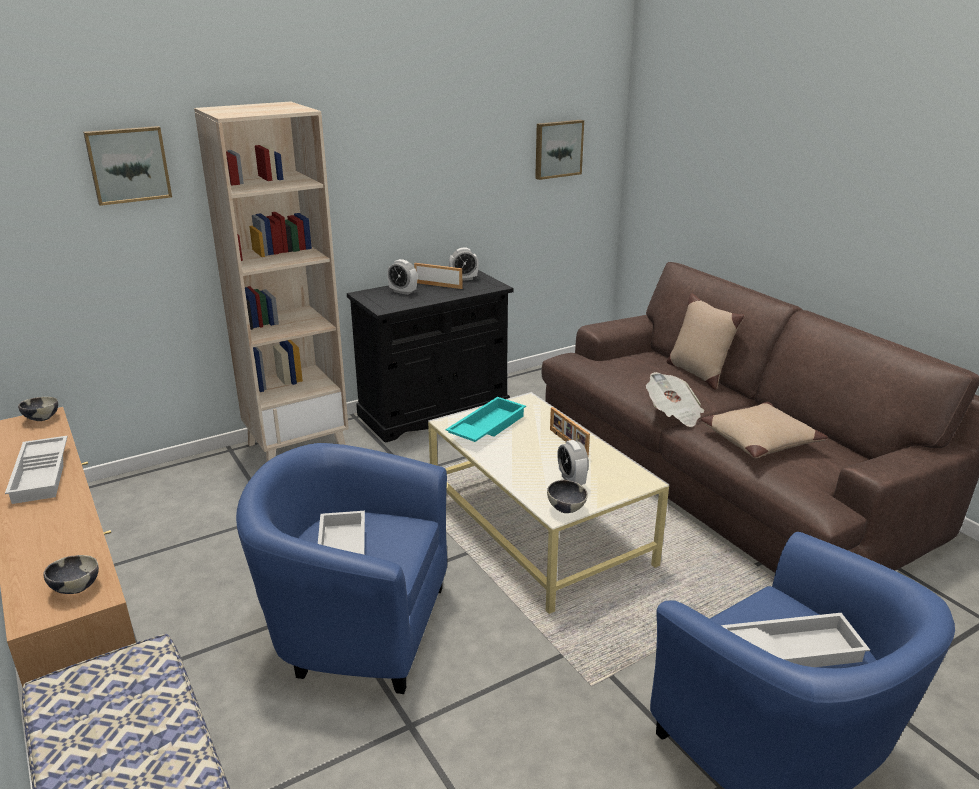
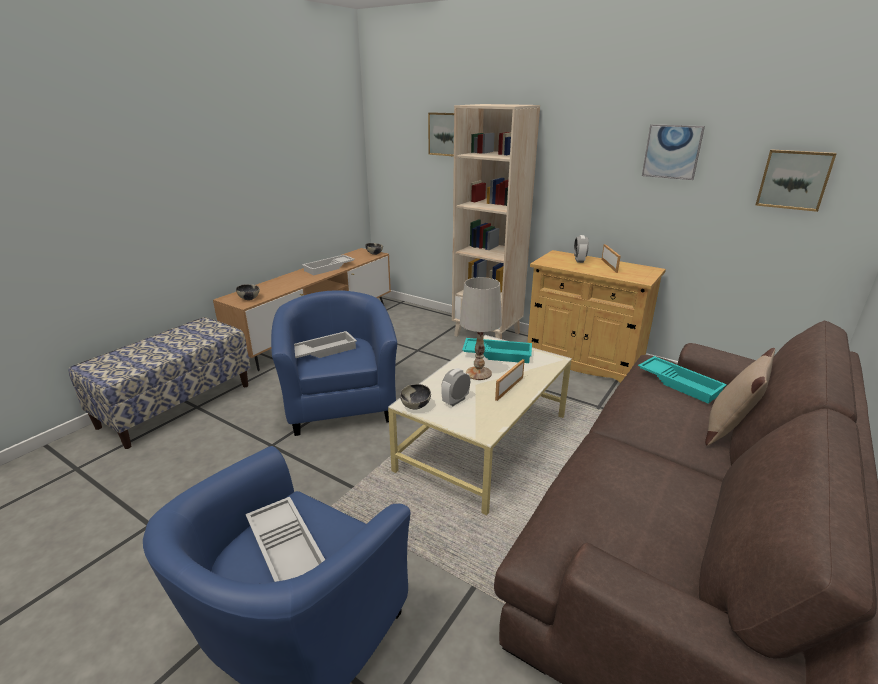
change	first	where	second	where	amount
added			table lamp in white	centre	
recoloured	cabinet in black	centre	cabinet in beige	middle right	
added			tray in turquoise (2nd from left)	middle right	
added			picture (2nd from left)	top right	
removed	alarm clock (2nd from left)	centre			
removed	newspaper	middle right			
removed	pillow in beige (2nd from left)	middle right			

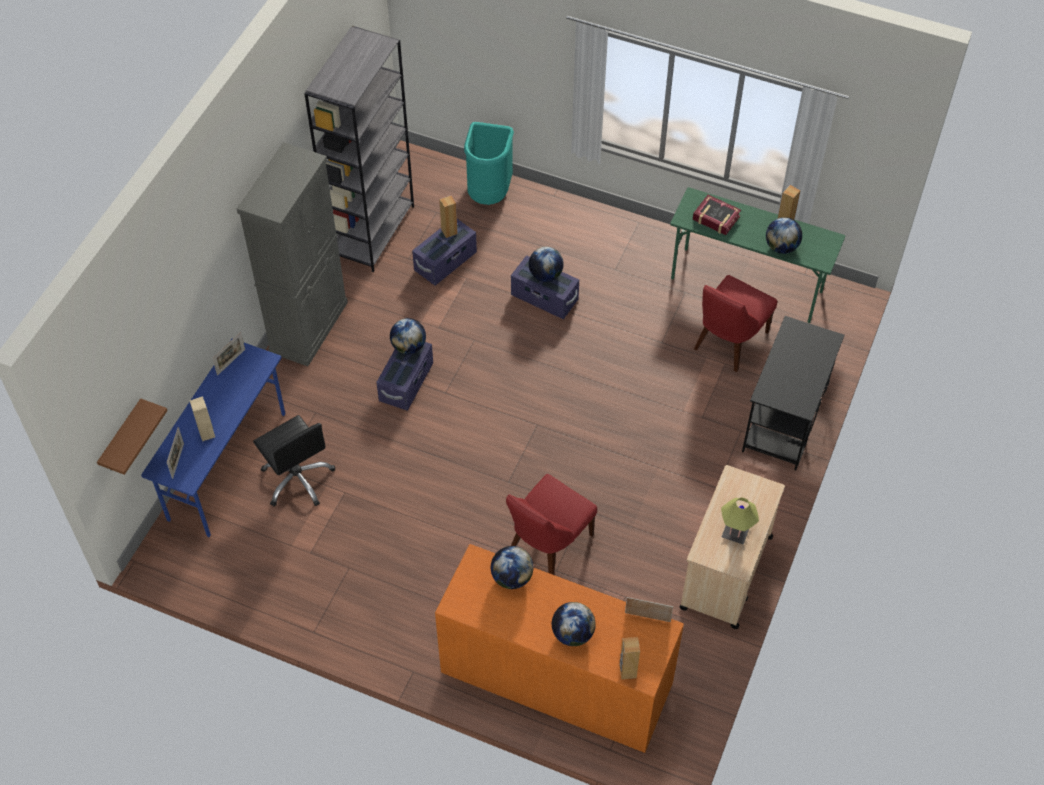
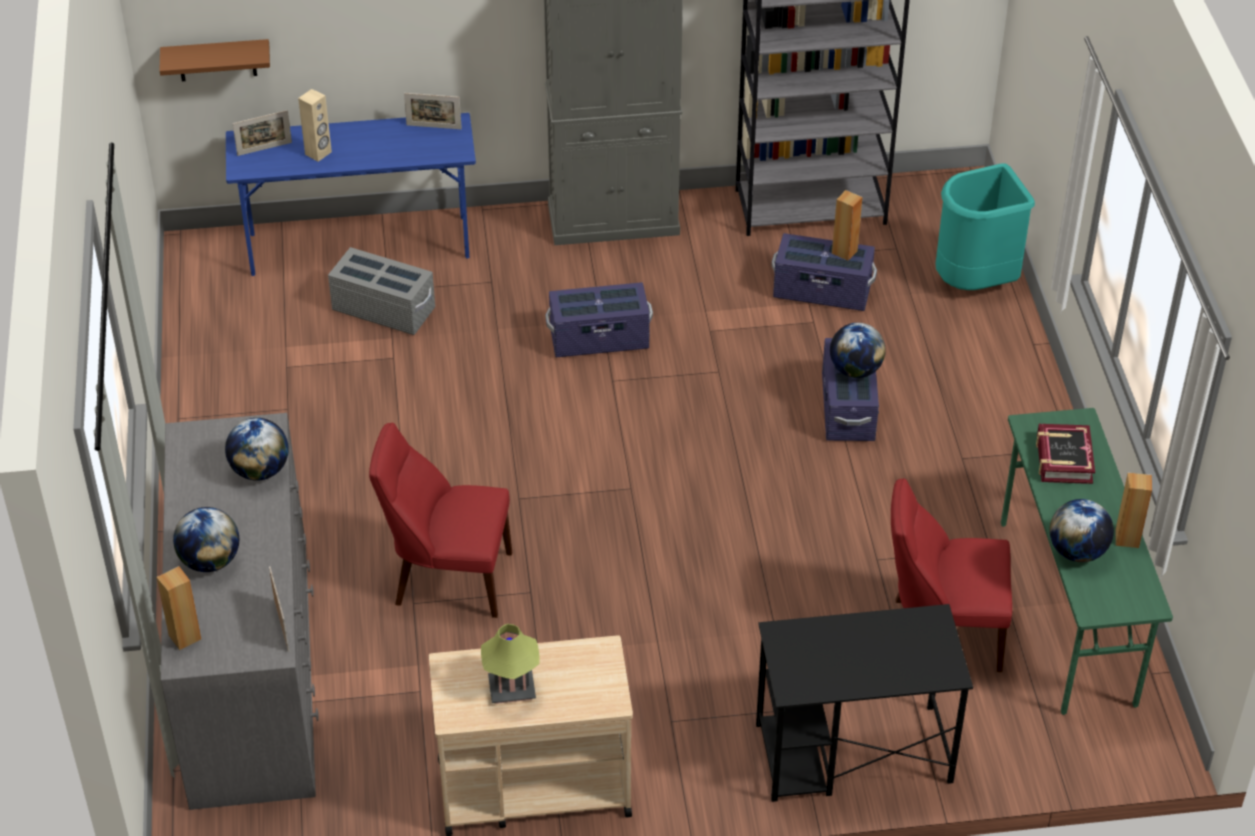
change	first	where	second	where	amount
recoloured	dresser in orange	bottom centre	dresser in grey	bottom left	
replaced	office chair in black	middle left	storage box in grey	middle left	
removed	globe (1st from left)	centre			

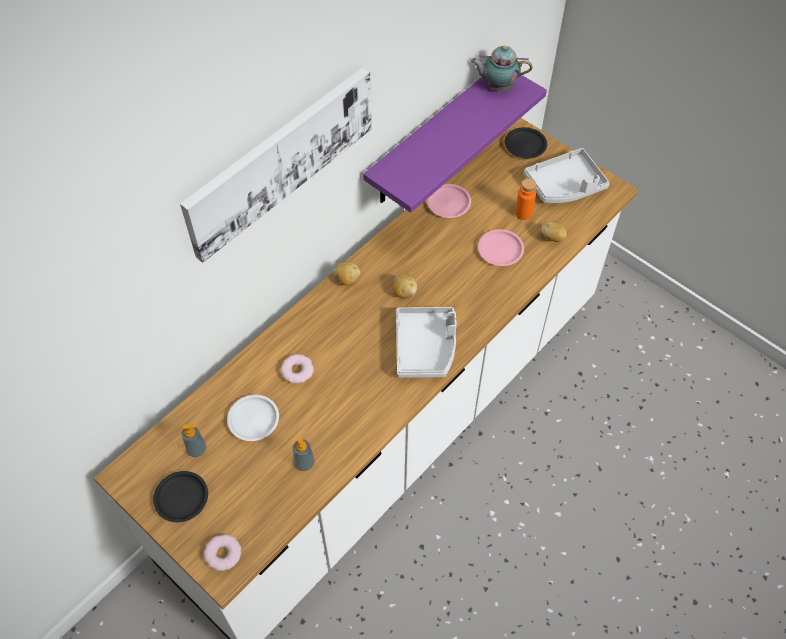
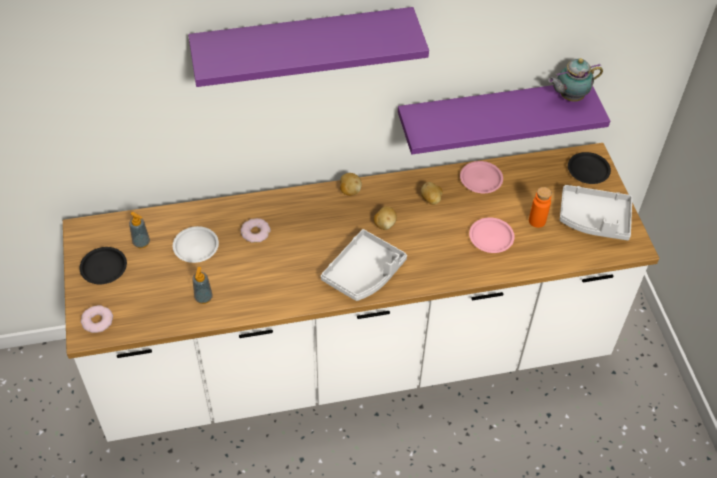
change	first	where	second	where	amount
replaced	picture	top centre	shelf in purple (1st from left)	top centre	
moved	potato (3rd from left)	middle right		centre	
turned	teapot	top centre		top right	60 degrees counterclockwise

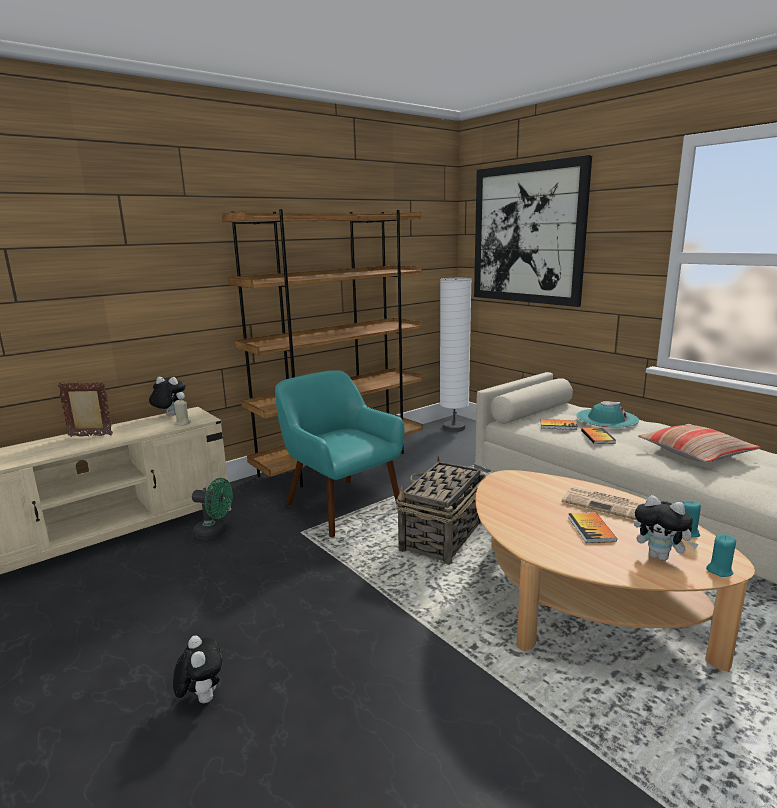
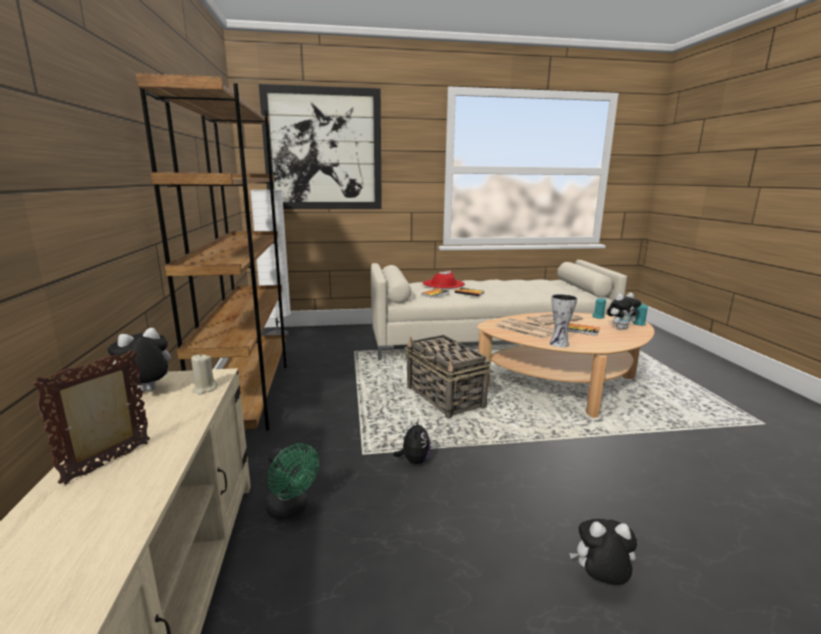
change	first	where	second	where	amount
turned	fan in green	middle left		bottom centre	90 degrees clockwise
added			plush toy (2nd from left)	bottom centre	
recoloured	hat in turquoise	middle right	hat in red	centre	
added			newspaper (1st from left)	centre	
added			vase	middle right	
removed	armchair in turquoise	centre			
removed	pillow	middle right			

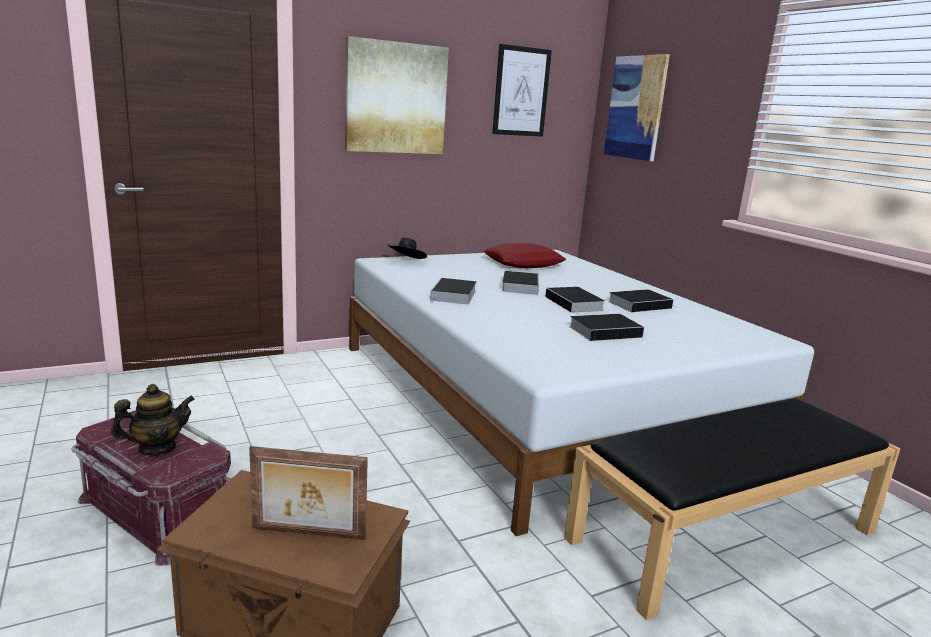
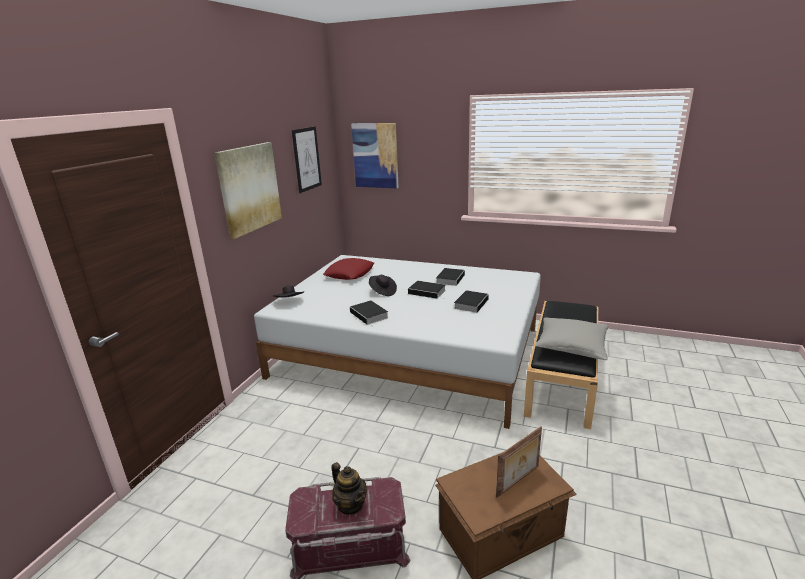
change	first	where	second	where	amount
turned	teapot	middle left		bottom centre	120 degrees clockwise
replaced	book (2nd from left)	centre	hat in black (2nd from left)	centre	
added			pillow in grey	middle right	

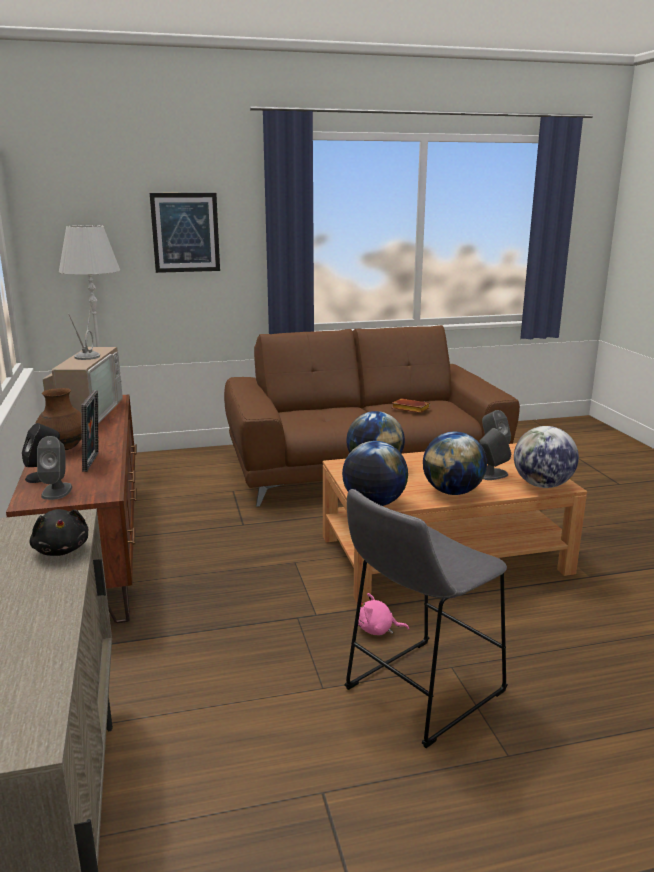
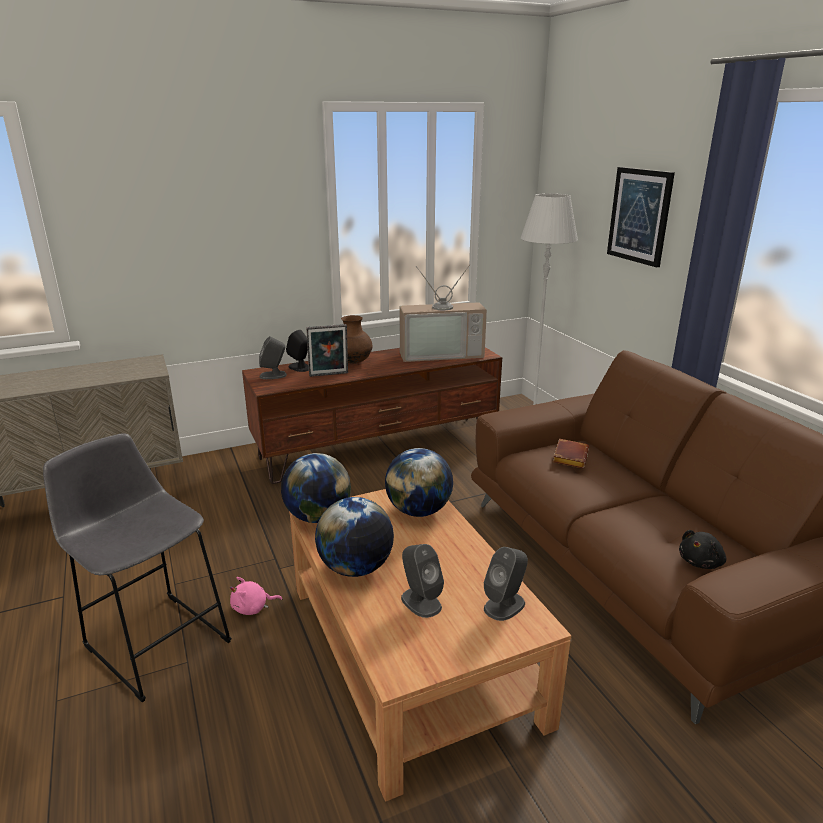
change	first	where	second	where	amount
turned	plush toy in pink	bottom centre		bottom left	105 degrees counterclockwise
moved	book in brown	centre		middle right	
moved	plush toy in black	middle left		bottom right	
removed	globe (4th from left)	middle right			

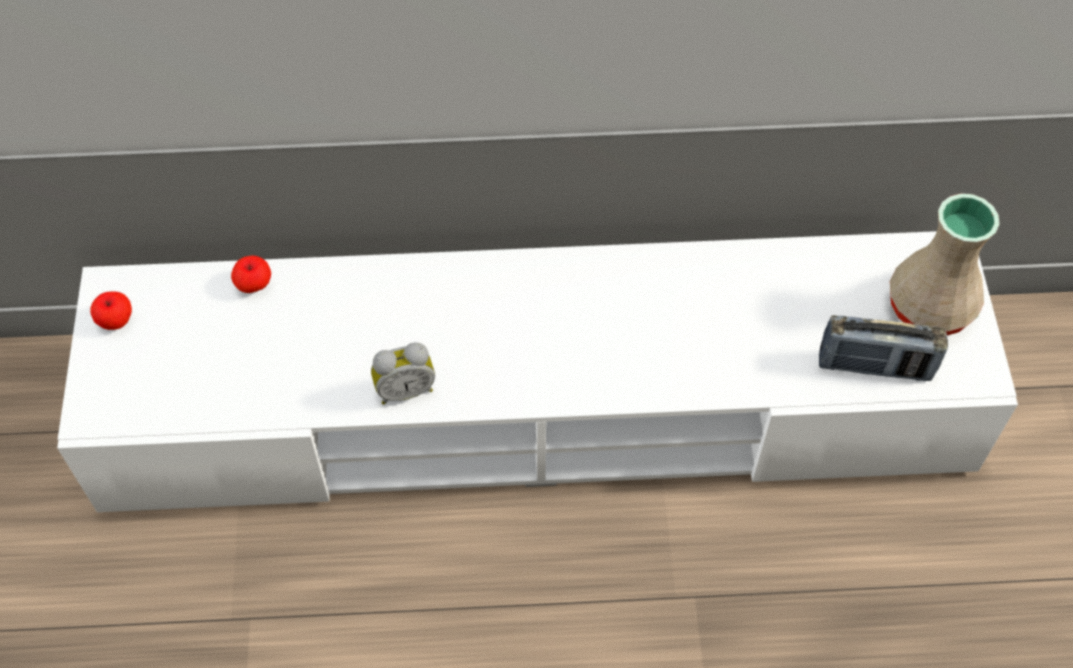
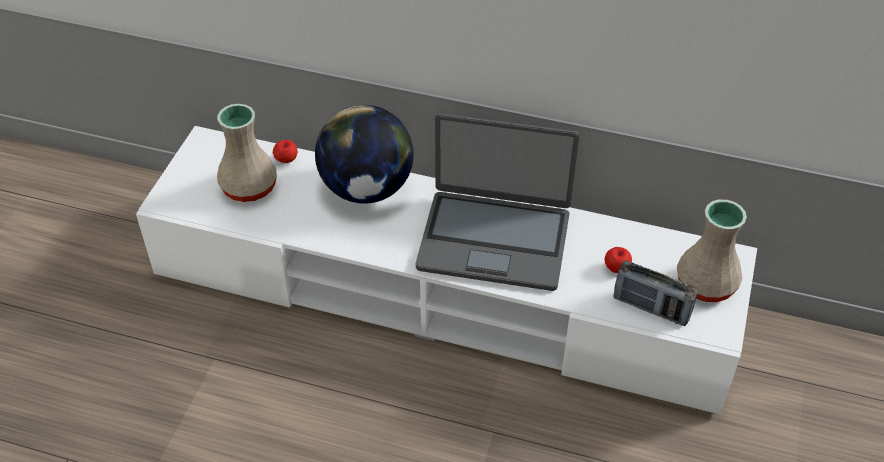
change	first	where	second	where	amount
added			vase in beige (1st from left)	top left	
added			globe	centre	
added			laptop	centre	
moved	apple (1st from left in the first image)	middle left	apple (2nd from left)	middle right	
removed	alarm clock	centre			

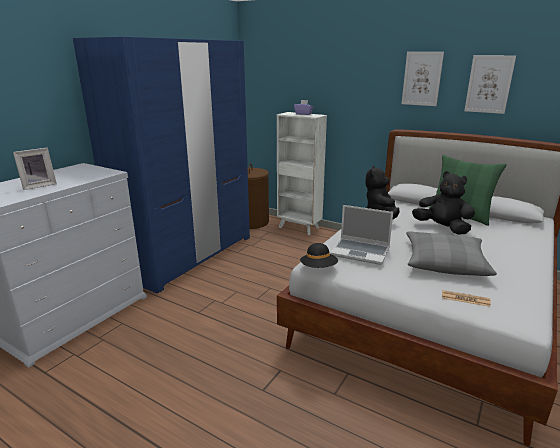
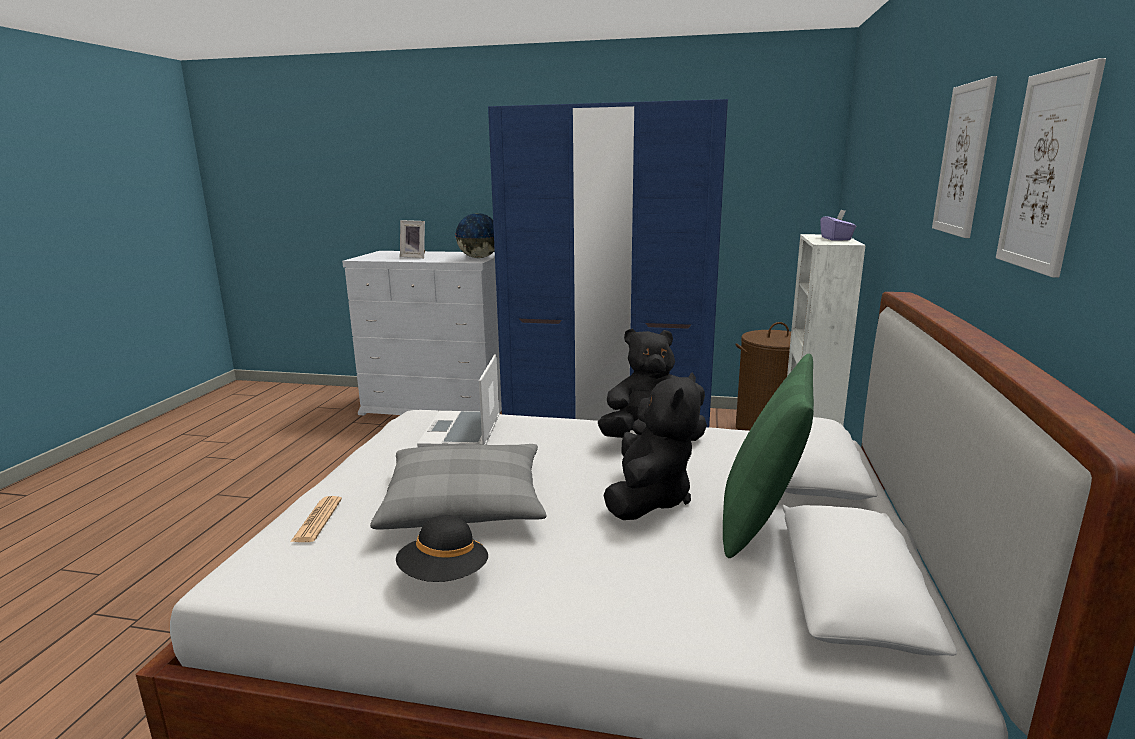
change	first	where	second	where	amount
moved	hat in black	centre		bottom centre	
added			globe	top centre	

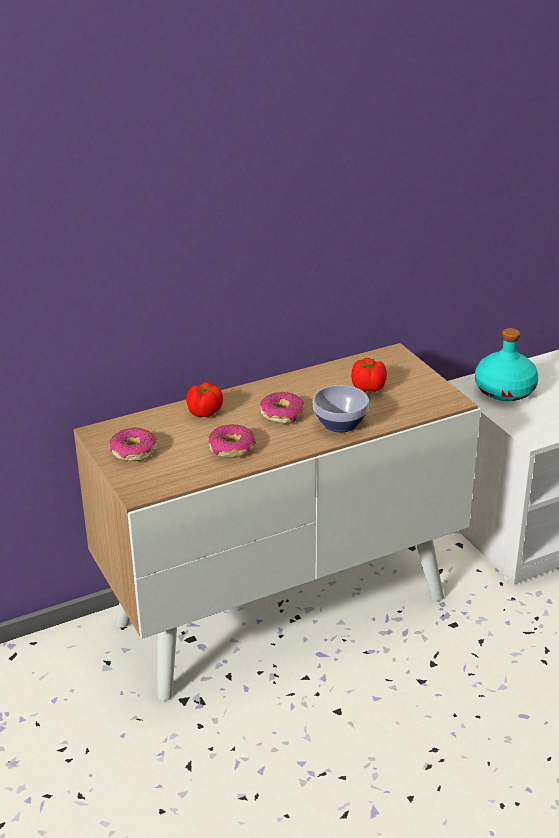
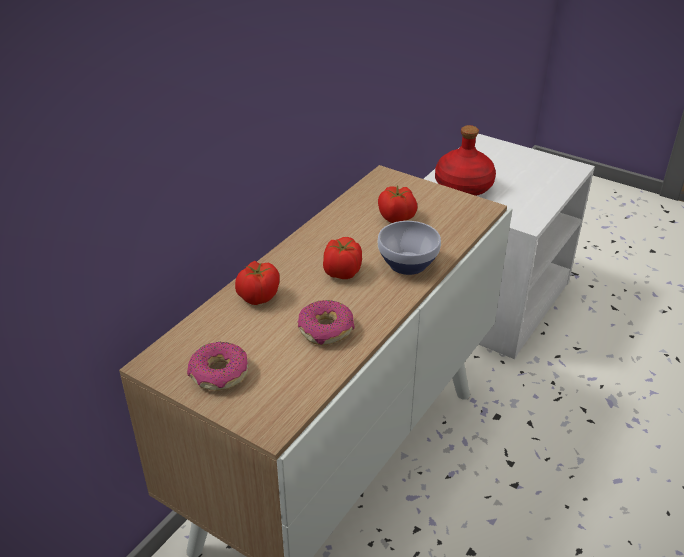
change	first	where	second	where	amount
replaced	donut (3rd from left)	centre	tomato (2nd from left)	centre	
recoloured	bottle in turquoise	middle right	bottle in red	top right	

